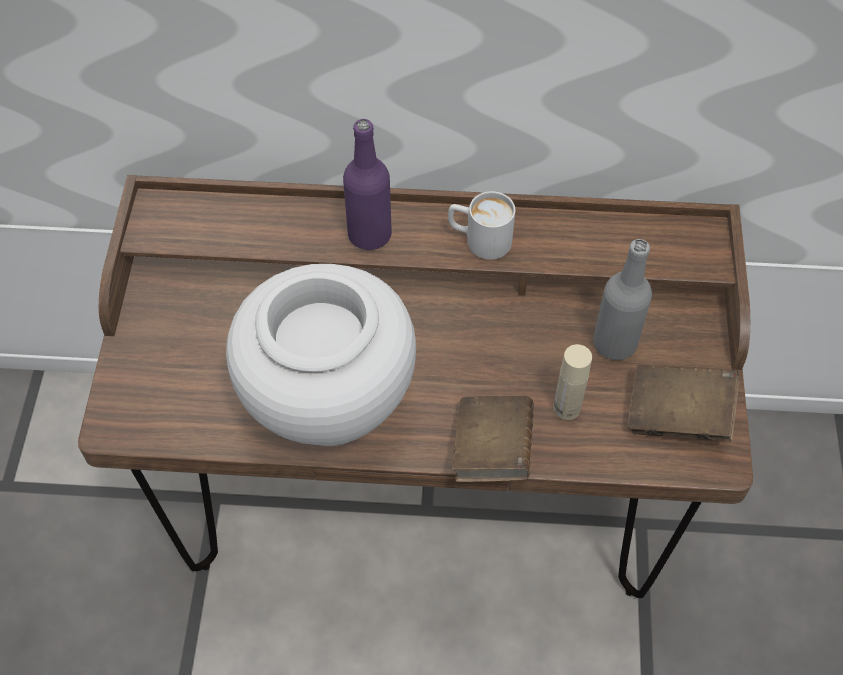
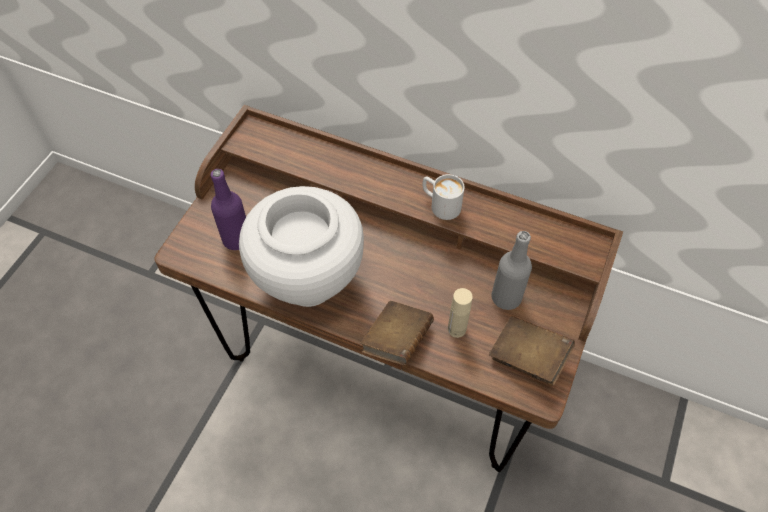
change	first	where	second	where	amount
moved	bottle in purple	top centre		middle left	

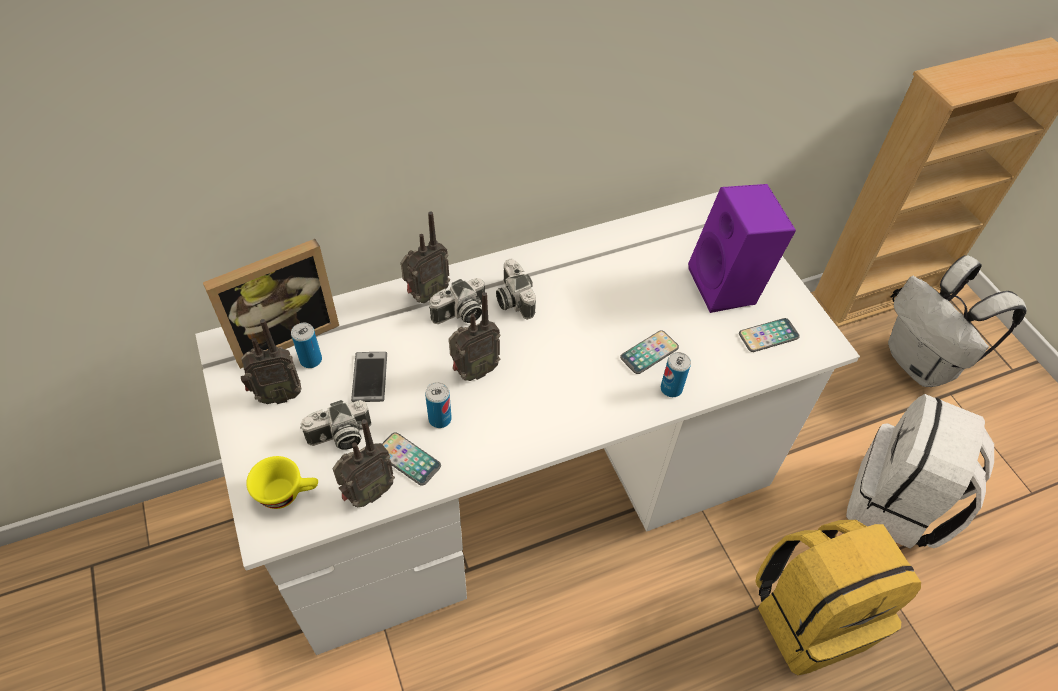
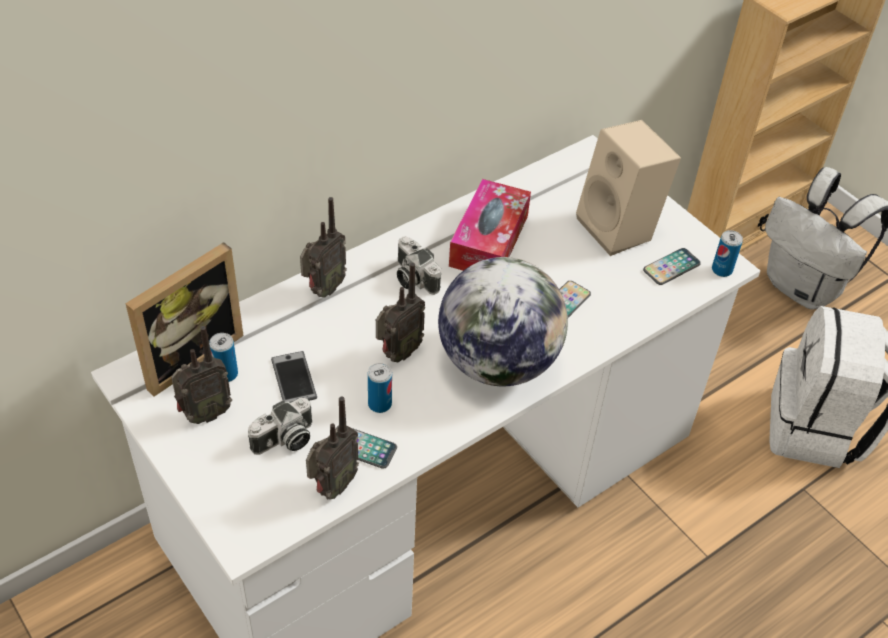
change	first	where	second	where	amount
added			globe	centre	
added			tissue box	centre	
recoloured	speaker in purple	middle right	speaker in beige	top right	
moved	can (3rd from left)	centre		middle right	
removed	cup in yellow	bottom left			
removed	photo camera (2nd from left)	centre			
removed	backpack in yellow	bottom right			

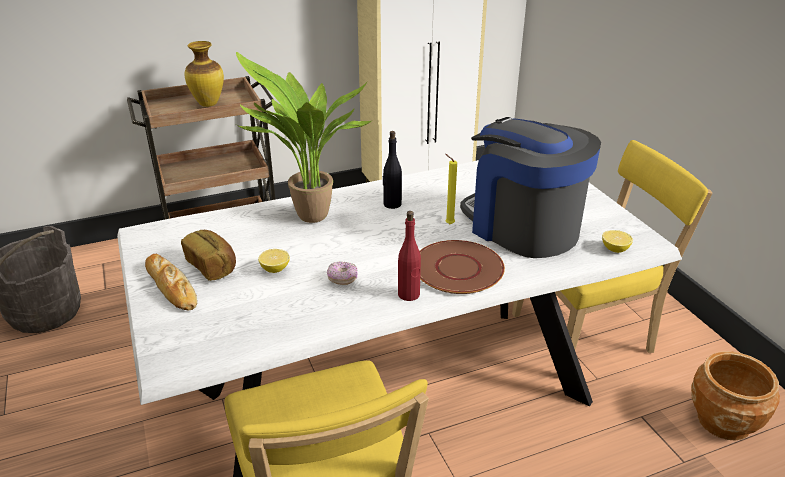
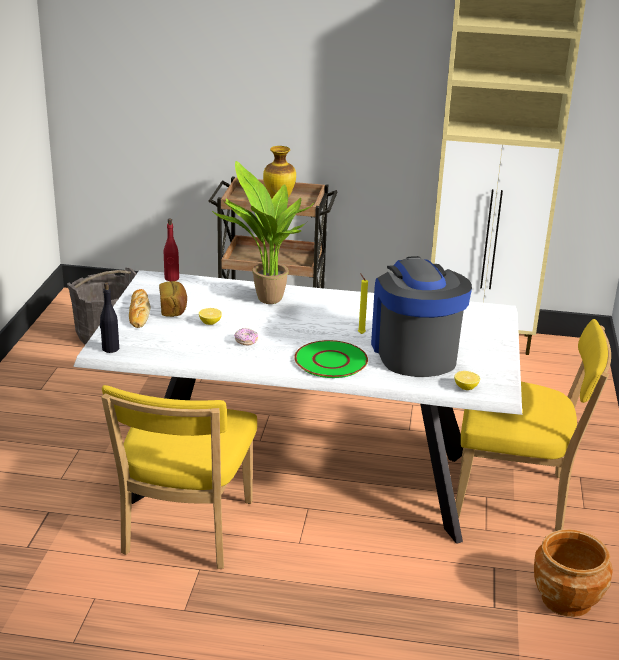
change	first	where	second	where	amount
moved	bottle in black	centre		middle left	
moved	bottle in red	centre		middle left	
recoloured	plate in brown	centre	plate in green	centre	

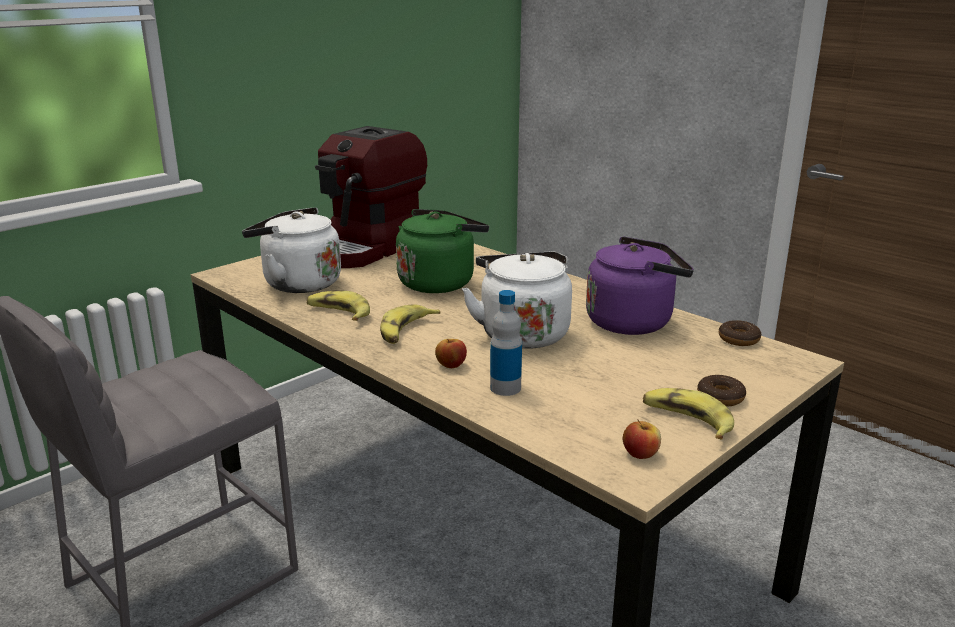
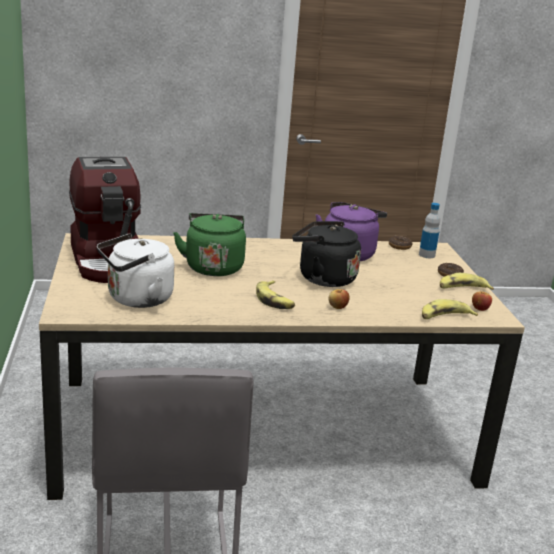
change	first	where	second	where	amount
recoloured	kettle in white (2nd from left)	centre	kettle in black	centre	
moved	bottle	centre		middle right	
moved	banana (1st from left in the first image)	centre	banana (2nd from left)	middle right	

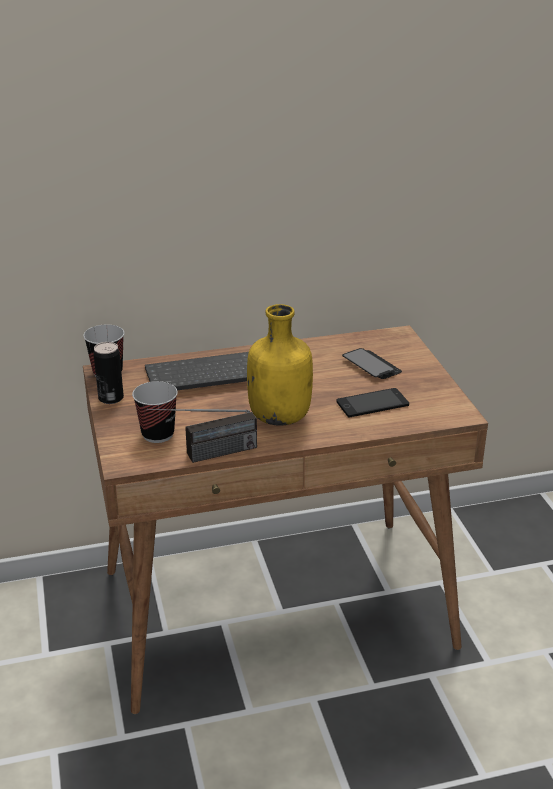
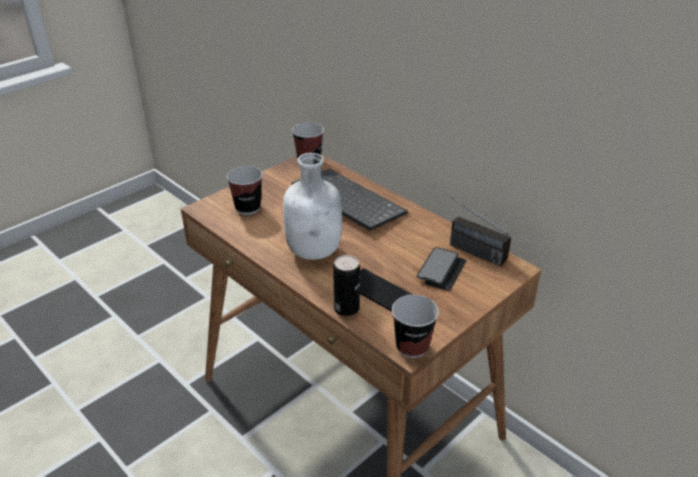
change	first	where	second	where	amount
recoloured	bottle in yellow	centre	bottle in white	centre	
moved	can	middle left		centre	
added			cup (3rd from left)	bottom centre	
moved	radio	centre		middle right	

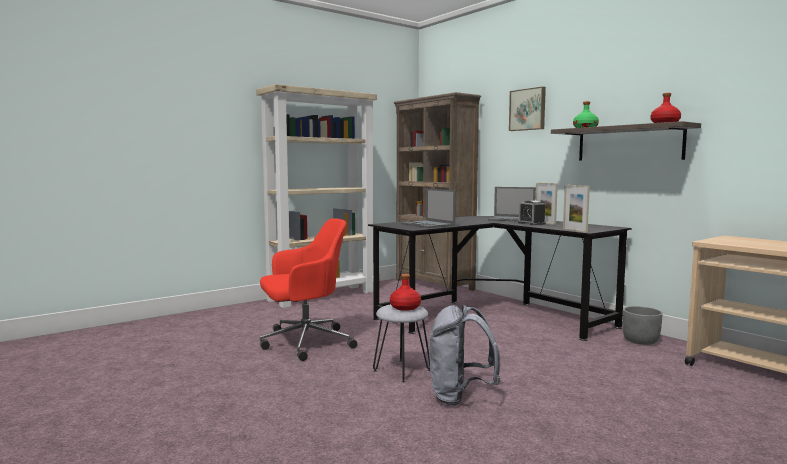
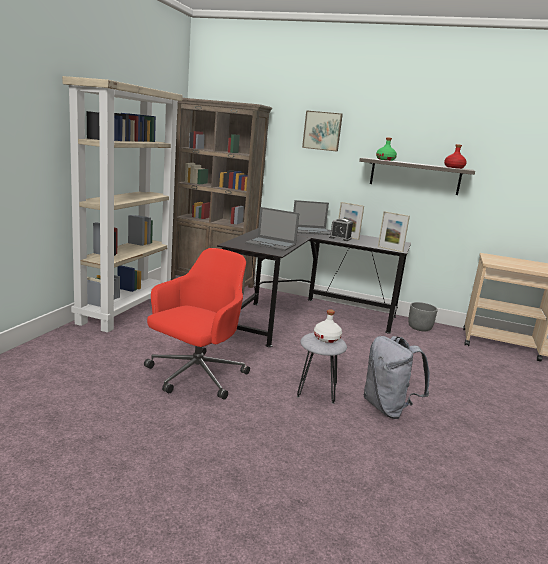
change	first	where	second	where	amount
recoloured	bottle in red (1st from left)	centre	bottle in white	centre	

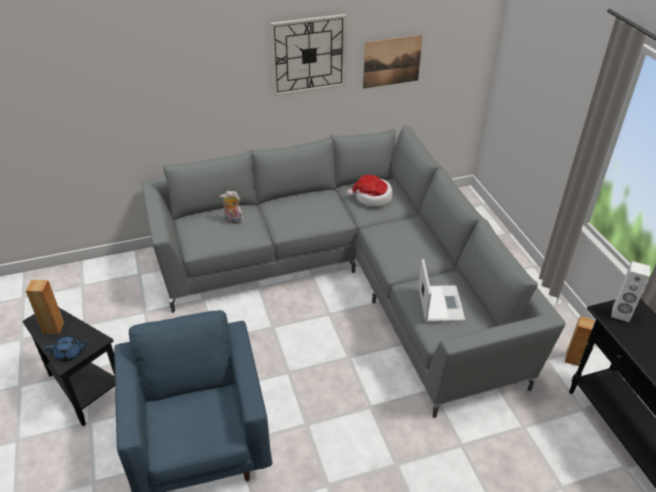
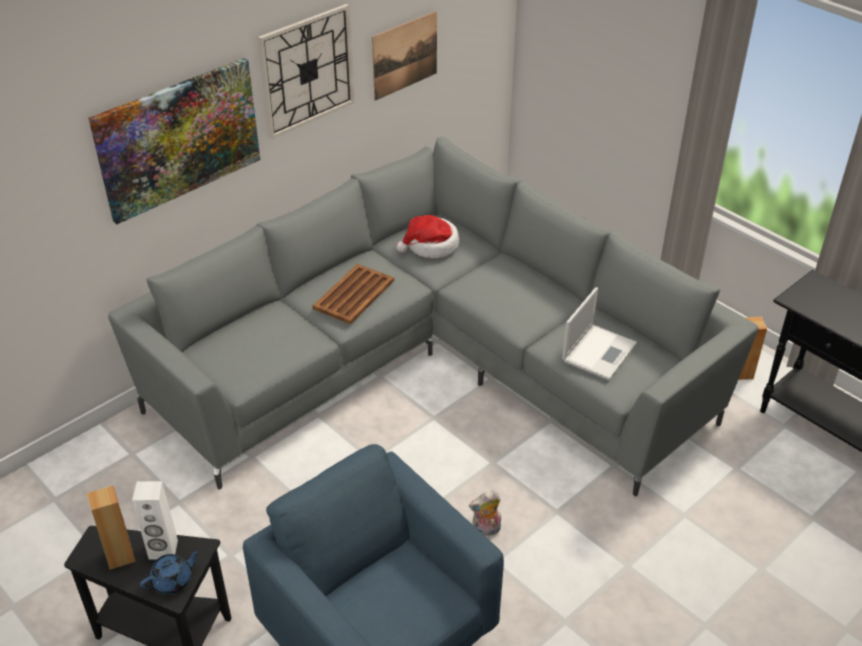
change	first	where	second	where	amount
added			picture (1st from left)	top left	
moved	speaker in white	middle right		bottom left	
added			tray in brown	centre	
moved	plush toy	centre		bottom centre	
turned	laptop	middle right		middle right	60 degrees clockwise

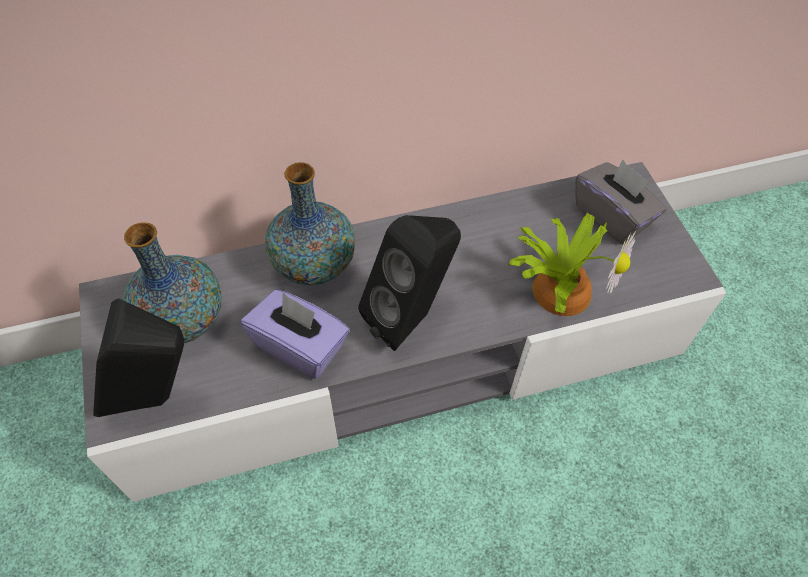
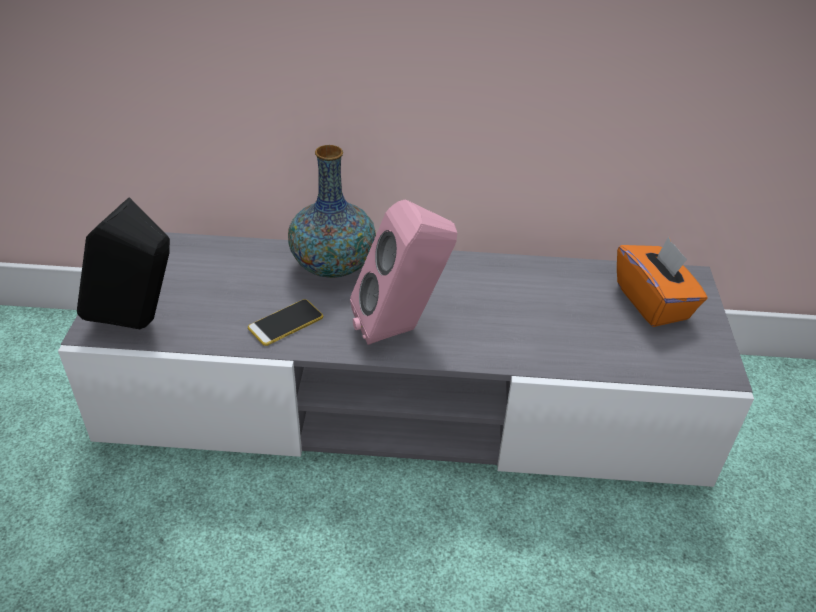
change	first	where	second	where	amount
replaced	tissue box in purple	centre	phone	centre	
recoloured	speaker in black (2nd from left)	centre	speaker in pink	centre	
recoloured	tissue box in grey	middle right	tissue box in orange	middle right	
removed	vase (1st from left)	middle left			
removed	potted plant	middle right			

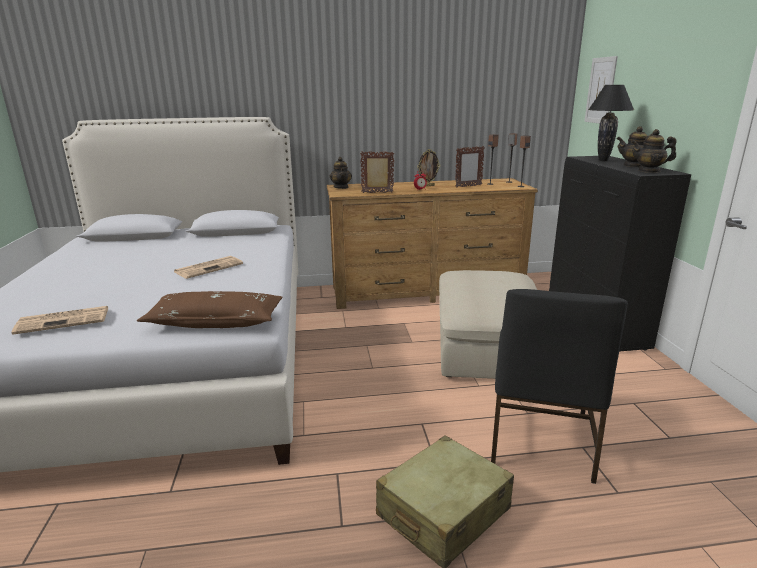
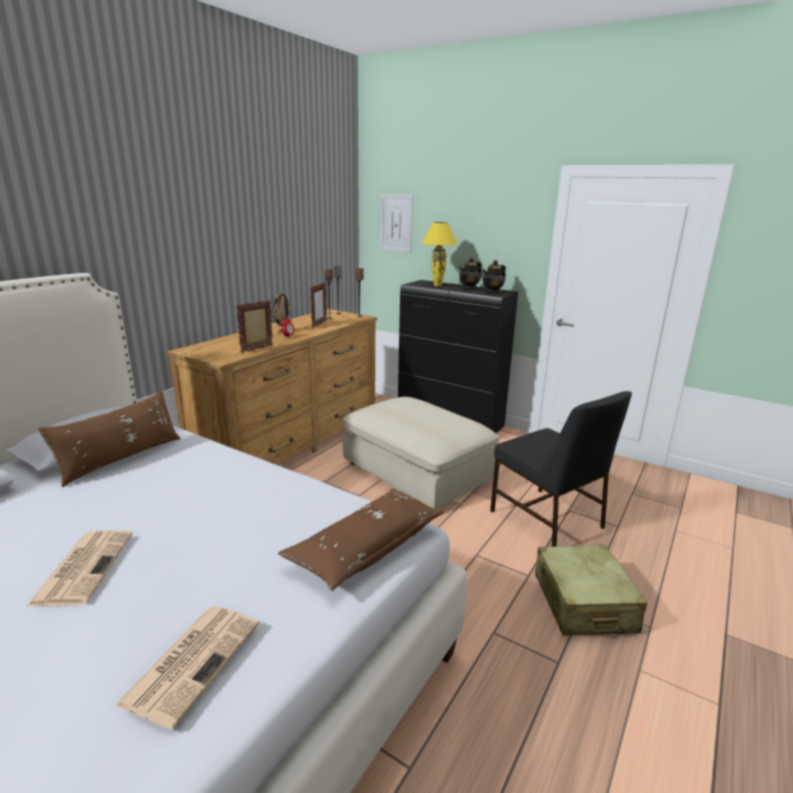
change	first	where	second	where	amount
moved	newspaper (2nd from left in the first image)	middle left	newspaper (1st from left)	bottom left	
added			pillow in brown (1st from left)	middle left	
recoloured	table lamp in black	top right	table lamp in yellow	top centre	
removed	teapot (1st from left)	top centre			

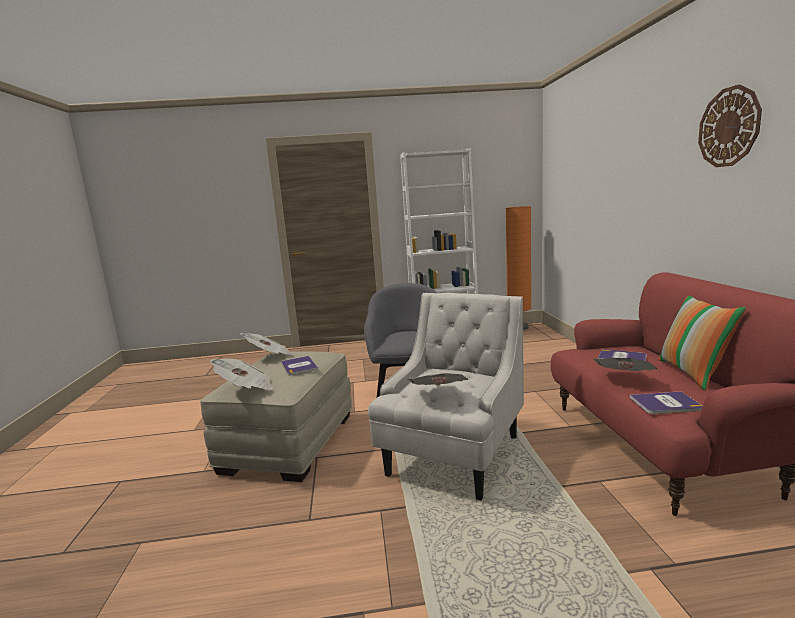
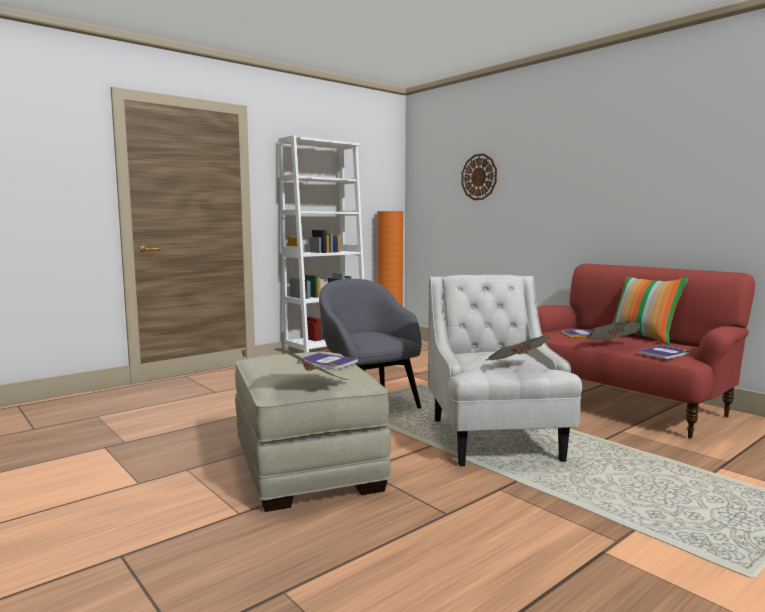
change	first	where	second	where	amount
moved	wall clock	top right		top centre	
removed	newspaper (2nd from left)	centre			

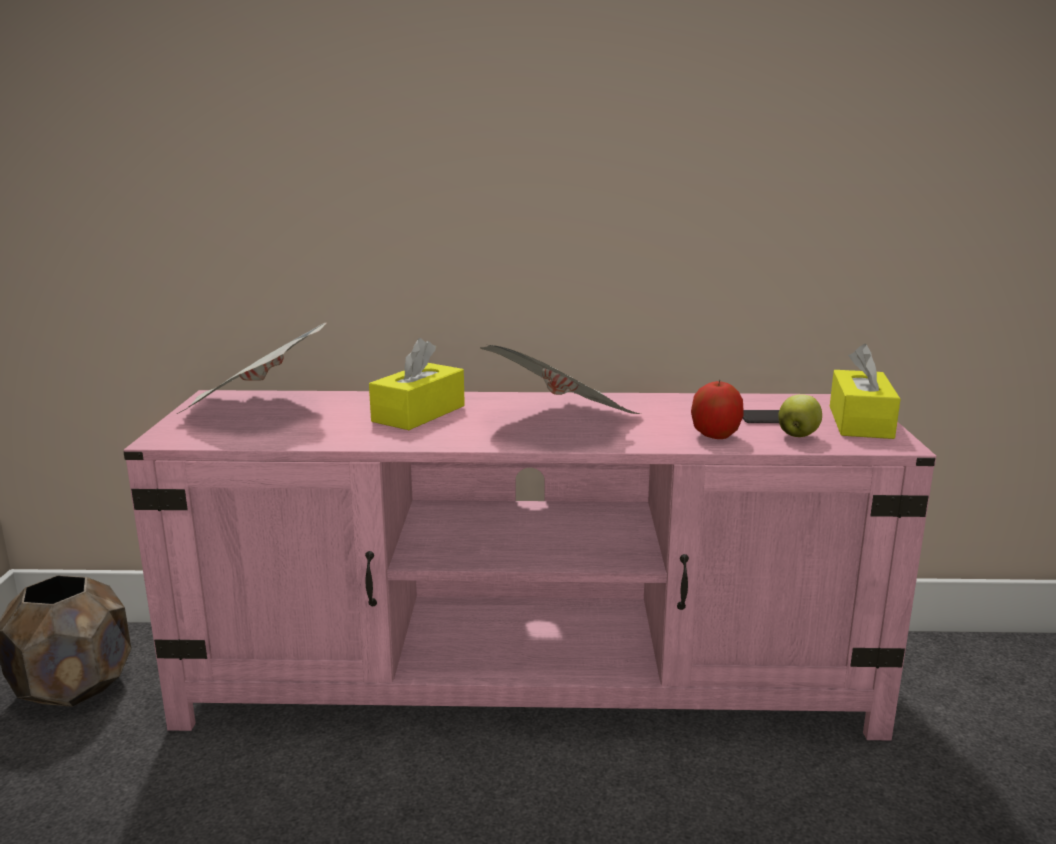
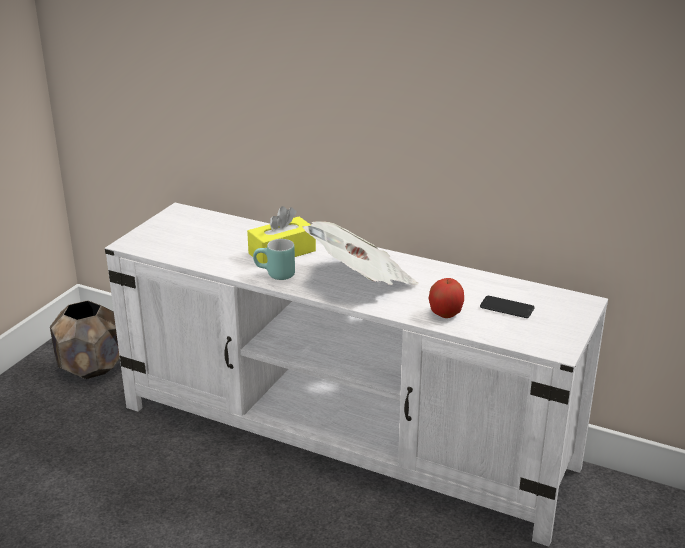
change	first	where	second	where	amount
recoloured	tv stand in pink	bottom centre	tv stand in white	bottom centre	
added			mug in turquoise	centre	
removed	newspaper (1st from left)	middle left			
removed	apple (2nd from left)	middle right			
removed	tissue box in yellow (2nd from left)	middle right			

